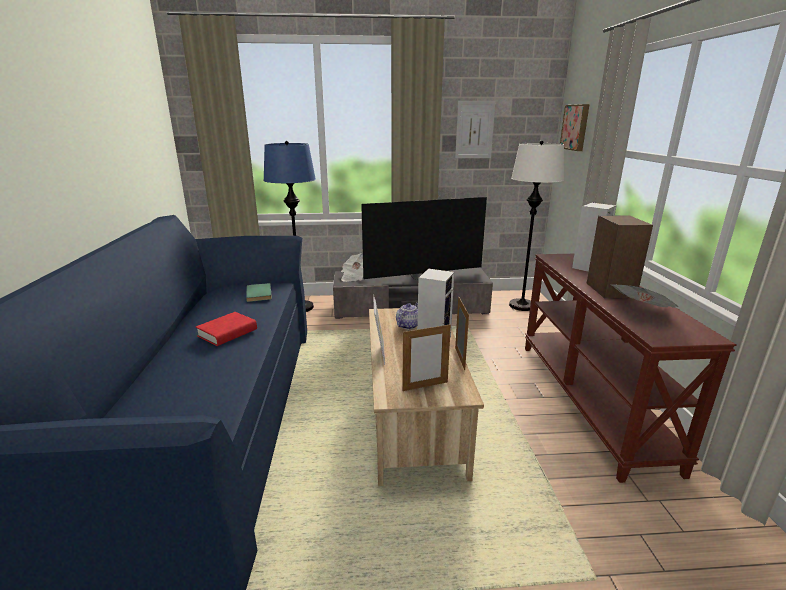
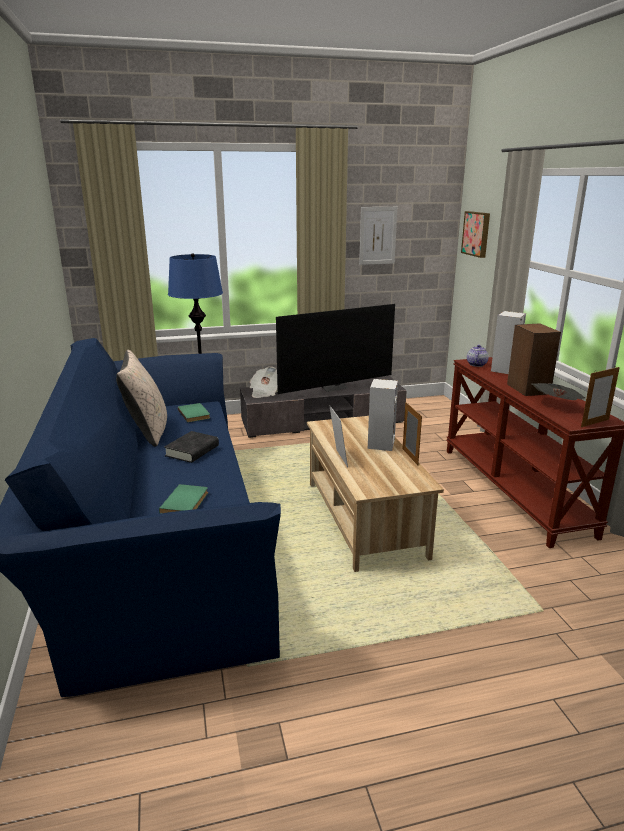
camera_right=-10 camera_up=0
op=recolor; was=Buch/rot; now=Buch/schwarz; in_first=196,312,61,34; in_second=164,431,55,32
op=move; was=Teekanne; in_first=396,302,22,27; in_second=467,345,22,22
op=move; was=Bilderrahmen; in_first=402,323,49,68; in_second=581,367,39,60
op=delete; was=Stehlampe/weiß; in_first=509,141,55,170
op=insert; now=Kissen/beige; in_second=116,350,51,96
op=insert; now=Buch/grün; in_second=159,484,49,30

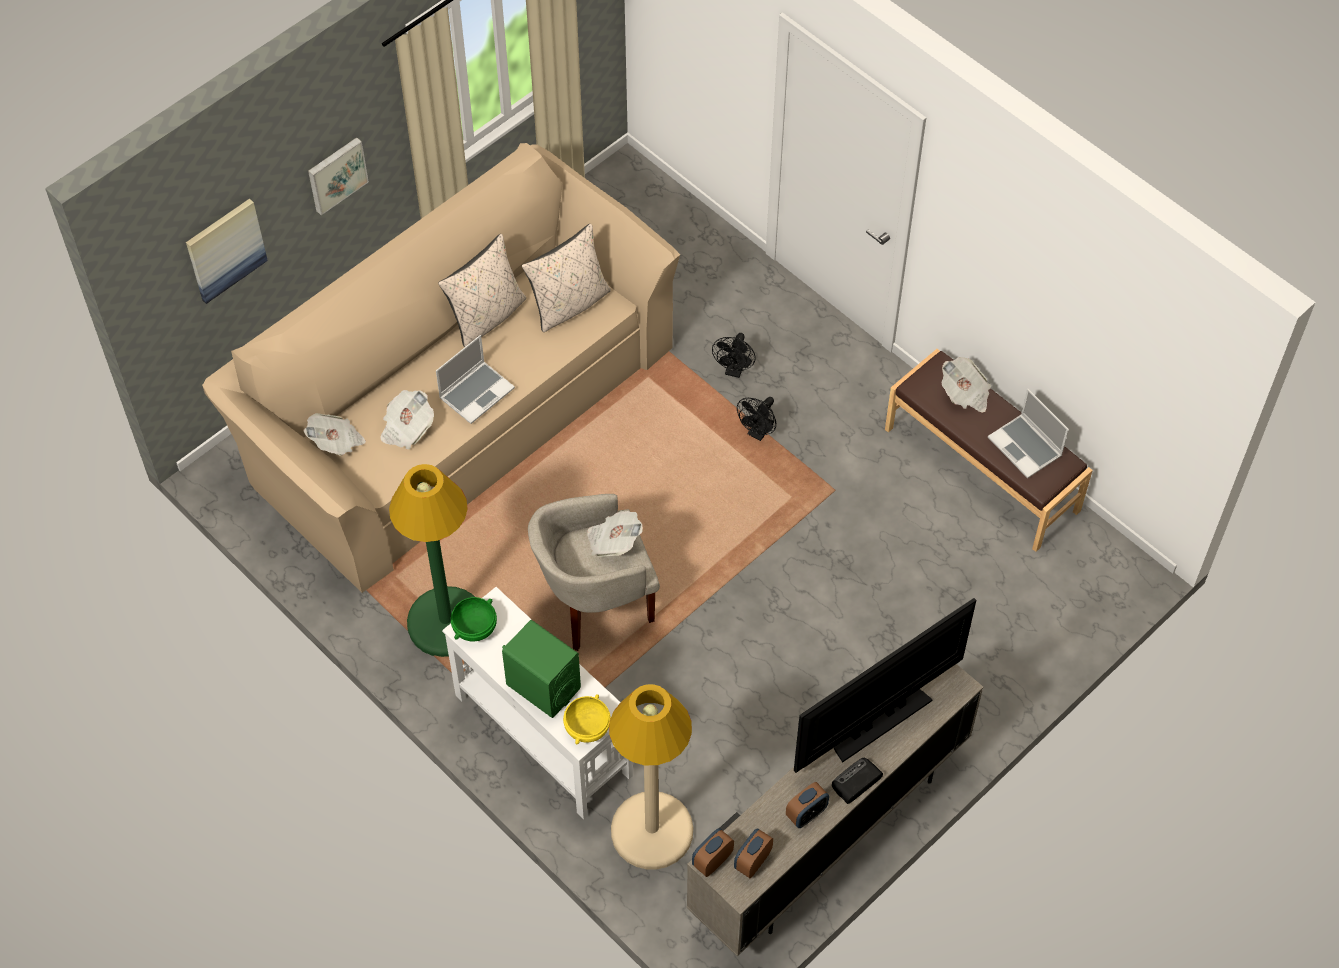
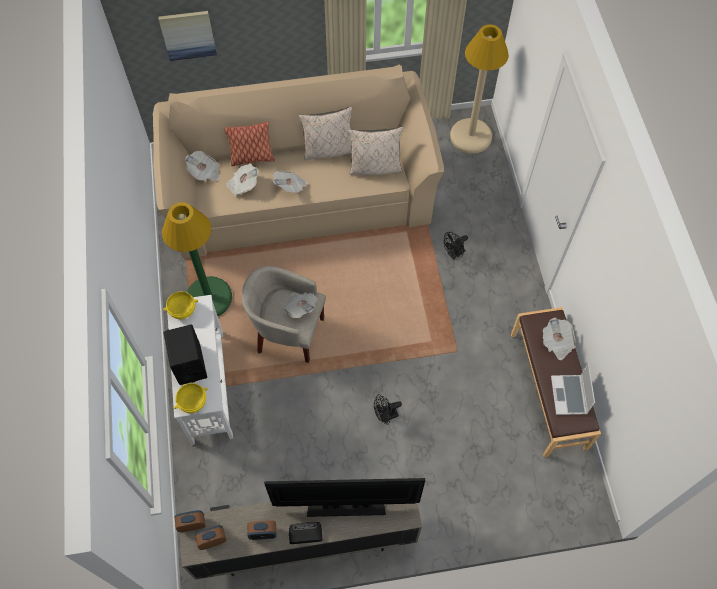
camera_right=35 camera_up=5
op=delete; was=Bild; in_first=308,137,61,78
op=replace; was=Laptop; now=Zeitung; in_first=436,335,79,89; in_second=273,171,35,22
op=recolor; was=Schüssel/grün; now=Schüssel/gelb; in_first=451,597,46,44; in_second=163,291,35,28
op=recolor; was=Lautsprecher/grün; now=Lautsprecher/schwarz; in_first=502,620,79,98; in_second=163,325,44,60
op=move; was=Stehlampe/beige; in_first=609,684,84,186; in_second=450,24,59,130
op=move; was=Ventilator/schwarz; in_first=737,397,39,44; in_second=374,394,28,30
op=insert; now=Kissen; in_second=223,122,52,44

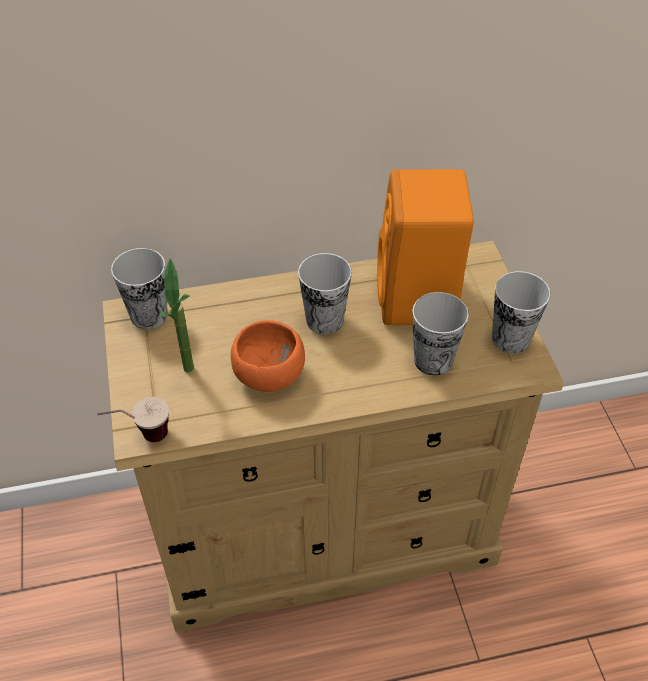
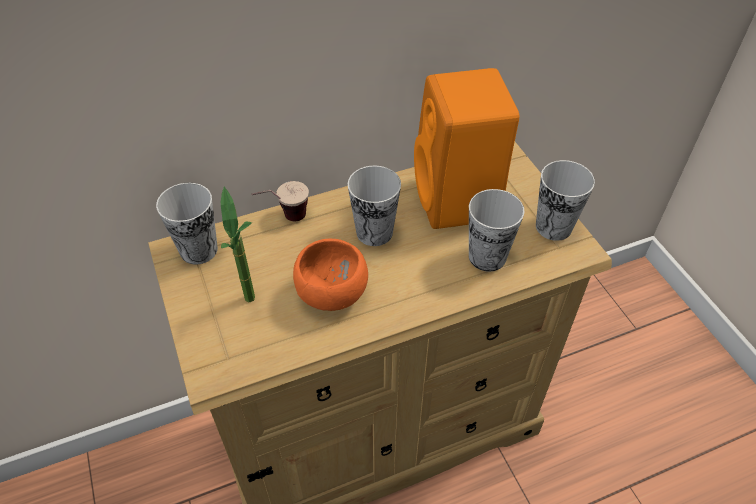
camera_right=-10 camera_up=0
op=move; was=Tasse; in_first=97,397,72,45; in_second=251,181,58,40

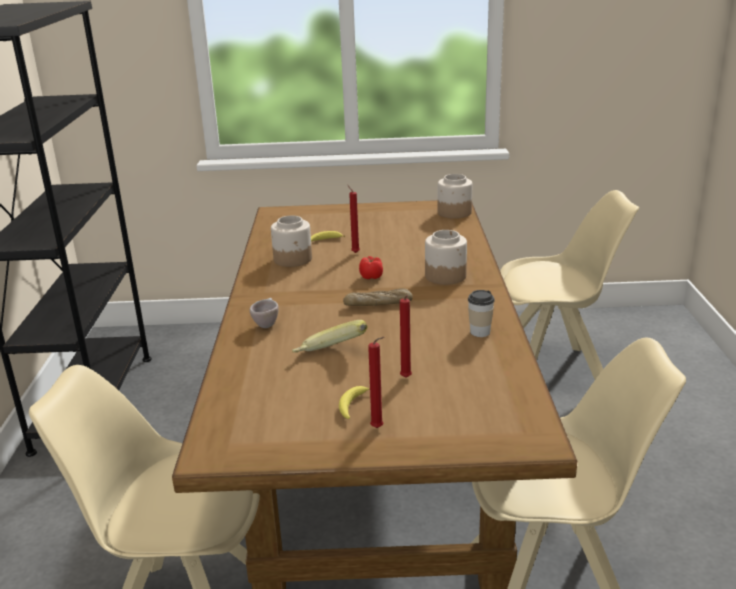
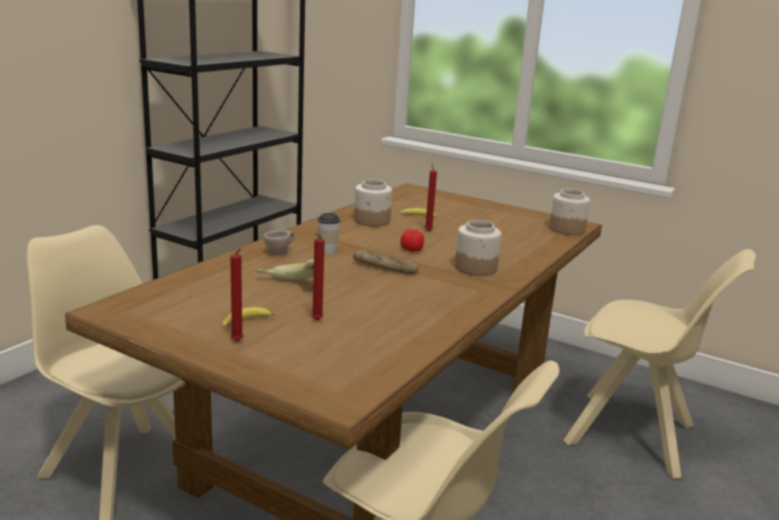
camera_right=30 camera_up=-5
op=move; was=Tasse; in_first=468,290,27,47; in_second=317,213,23,41

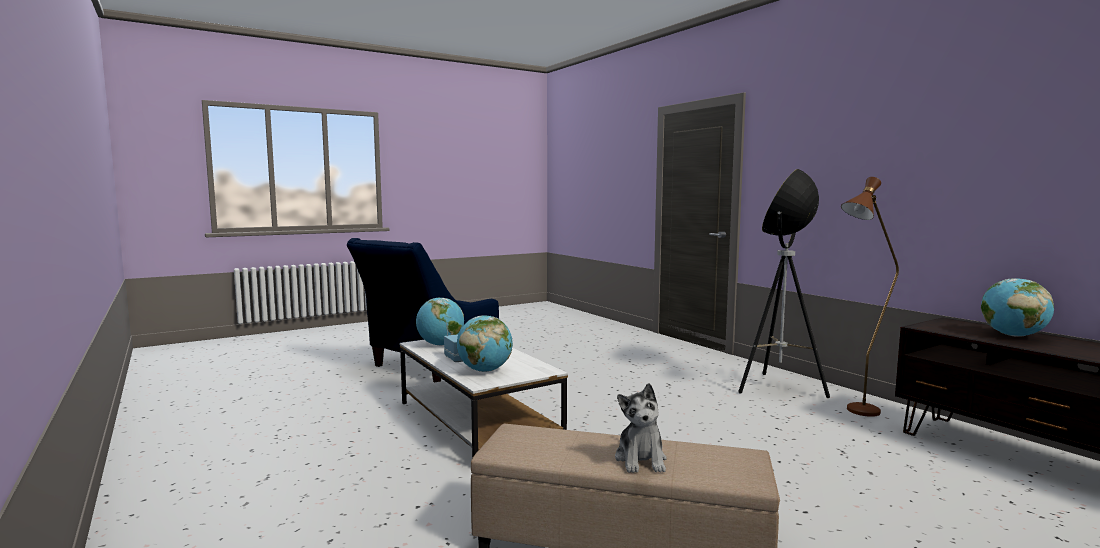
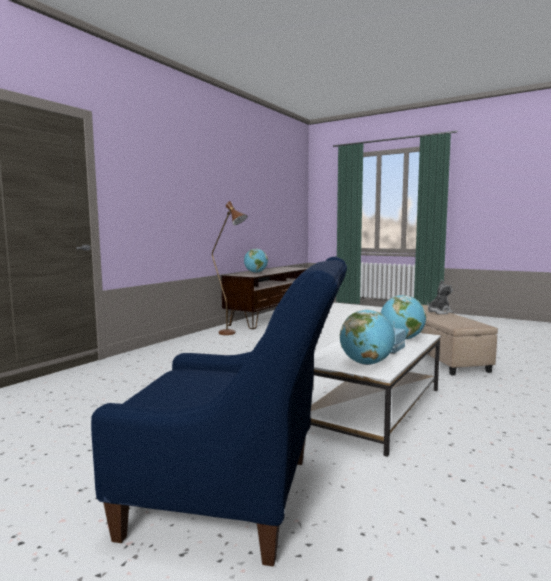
camera_right=-115 camera_up=0
op=delete; was=Stehlampe; in_first=738,169,92,229

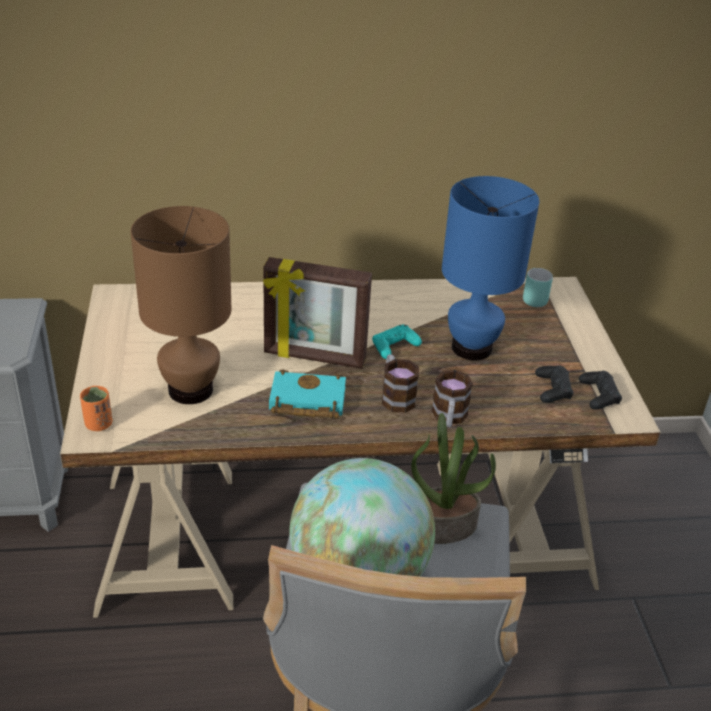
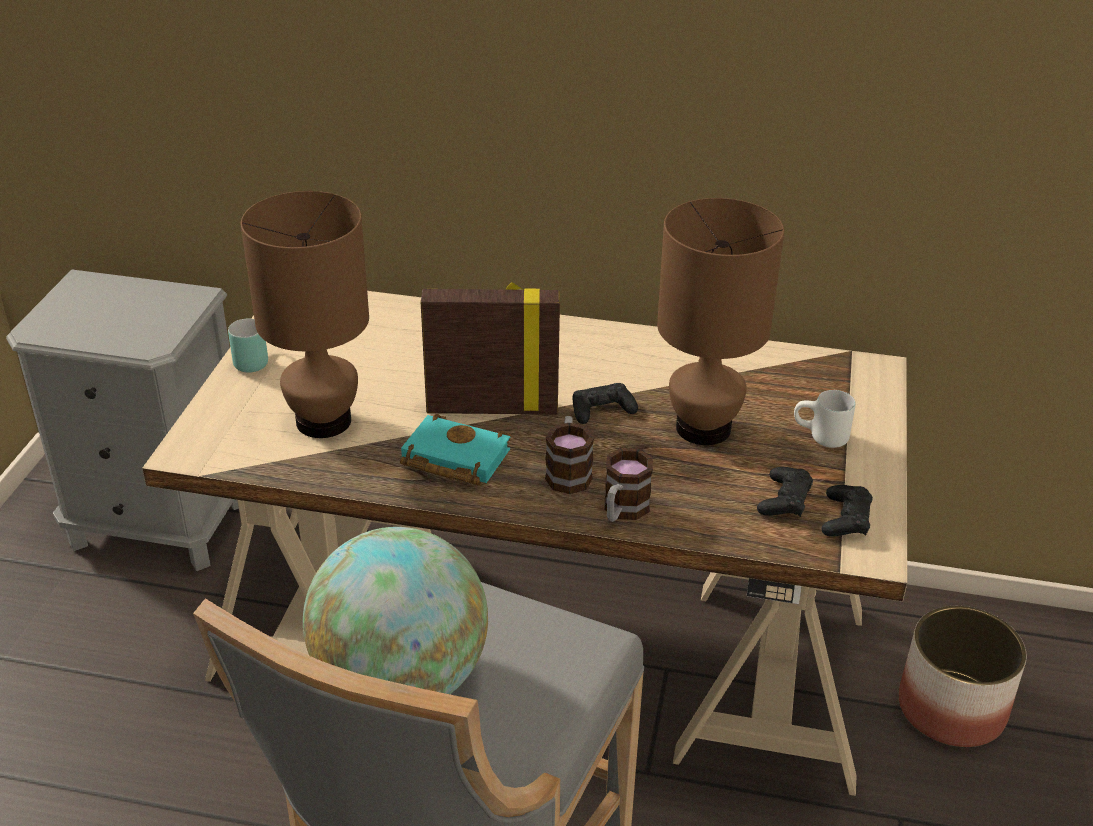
camera_right=20 camera_up=0
op=delete; was=Tasse/orange; in_first=80,386,32,45
op=rotate; was=Bilderrahmen; in_first=263,257,109,112; in_second=421,282,139,133; clockwise=150
op=recolor; was=Gamepad/türkis; now=Gamepad/schwarz; in_first=372,325,50,34; in_second=572,383,66,41
op=delete; was=Topfpflanze; in_first=411,413,85,131
op=recolor; was=Tischlampe/blau; now=Tischlampe/braun; in_first=442,176,97,184; in_second=657,198,127,247
op=move; was=Henkelbecher/türkis; in_first=523,268,30,39; in_second=228,318,40,55
op=insert; now=Henkelbecher/weiß; in_second=794,390,61,58
op=insert; now=Pflanzkübel; in_second=899,606,128,141

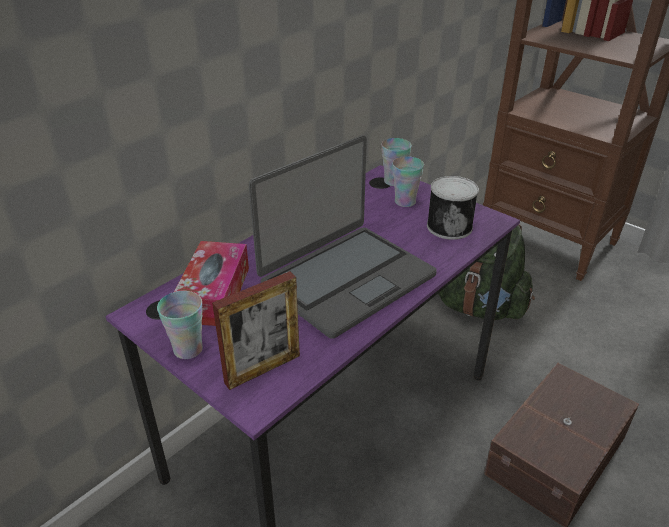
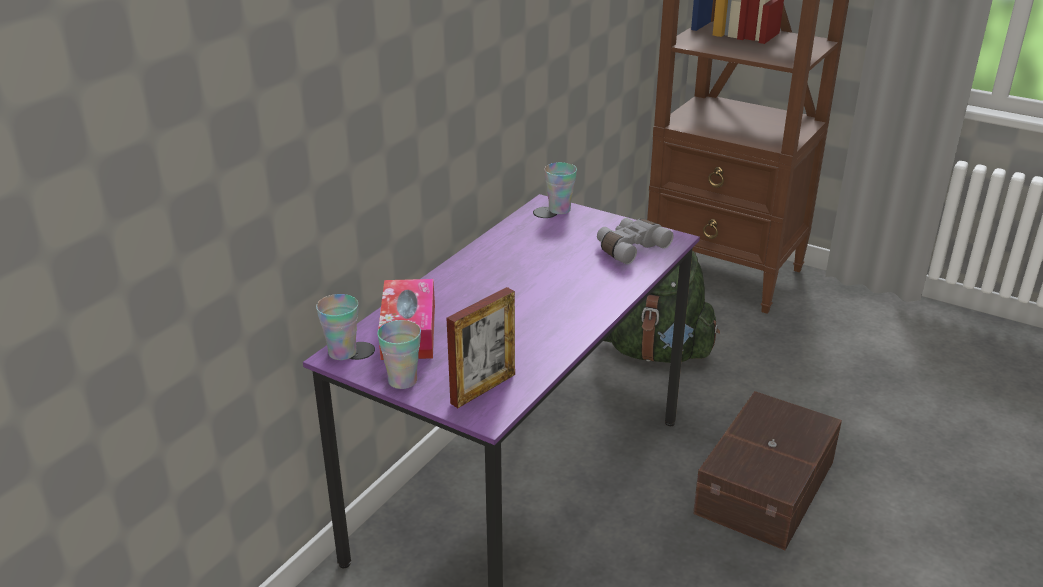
camera_right=-10 camera_up=-5
op=delete; was=Laptop; in_first=249,136,188,203
op=move; was=Tasse; in_first=392,156,32,51; in_second=316,294,42,66
op=replace; was=Dose; now=Fernglas/grau; in_first=427,176,52,64; in_second=597,218,77,46

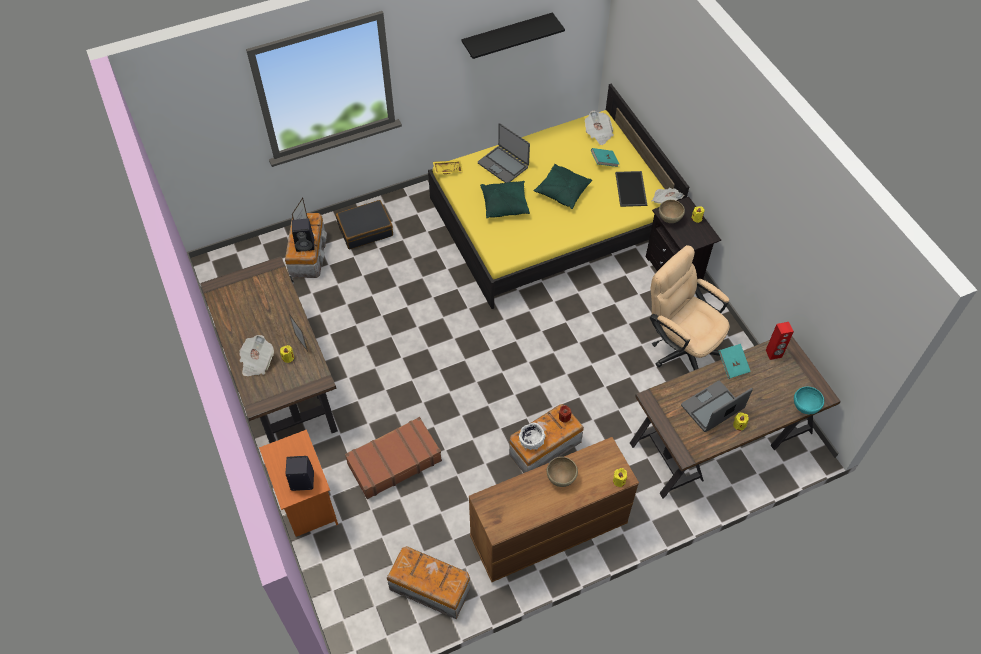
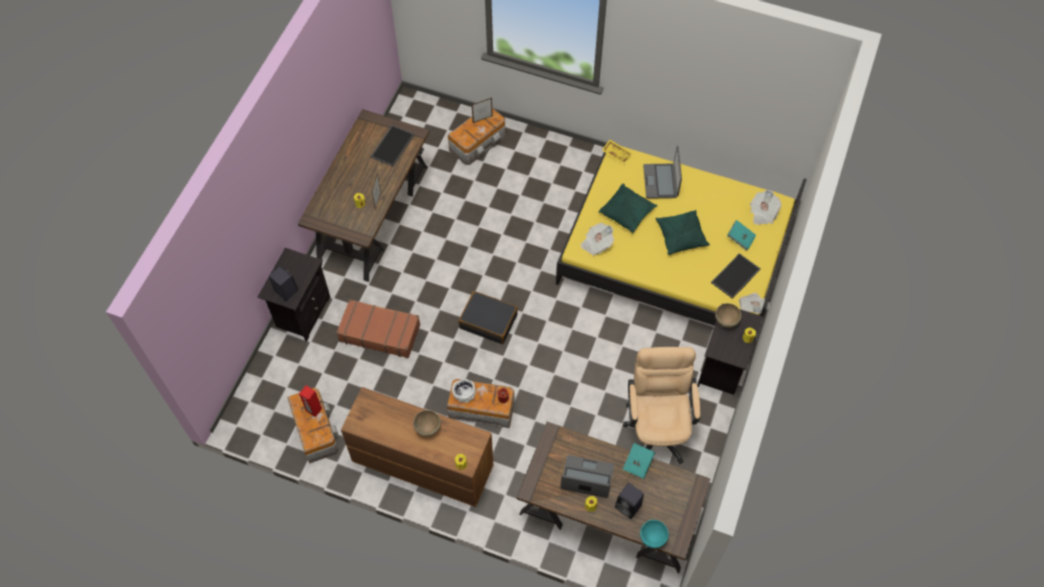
camera_right=45 camera_up=5
op=move; was=Zeitung; in_first=239,335,35,41; in_second=580,223,34,33
op=recolor; was=Nachttisch/orange; now=Nachttisch/schwarz; in_first=259,430,79,107; in_second=258,248,72,94
op=move; was=Lautsprecher/schwarz; in_first=292,218,22,34; in_second=615,483,29,36
op=move; was=Koffer/schwarz; in_first=336,200,57,49; in_second=458,291,60,53
op=delete; was=Wandregal/schwarz; in_first=461,12,104,47
op=move; was=Lautsprecher/rot; in_first=766,322,28,38; in_second=299,386,23,31
op=insert; now=Tablett; in_second=371,125,43,42

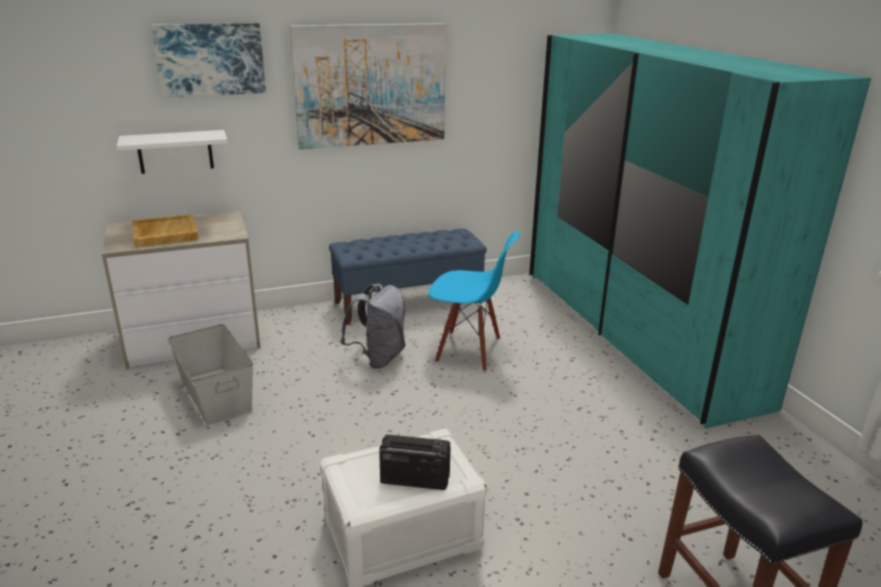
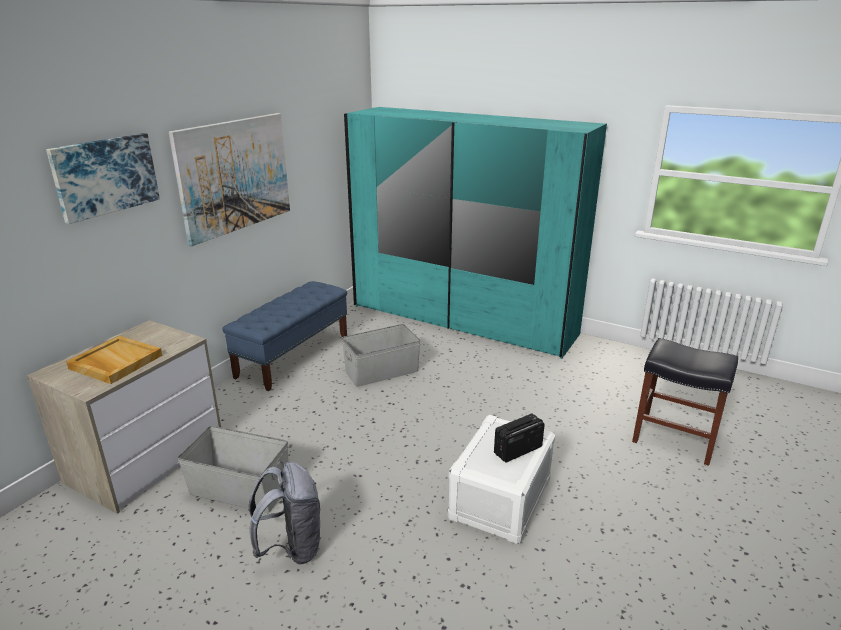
camera_right=-40 camera_up=0
op=delete; was=Wandregal/weiß; in_first=117,130,111,44
op=move; was=Rucksack/grau; in_first=340,284,66,85; in_second=248,462,74,103
op=replace; was=Stuhl/blau; now=Aufbewahrungsbox/grau; in_first=428,231,91,141; in_second=342,324,79,63

